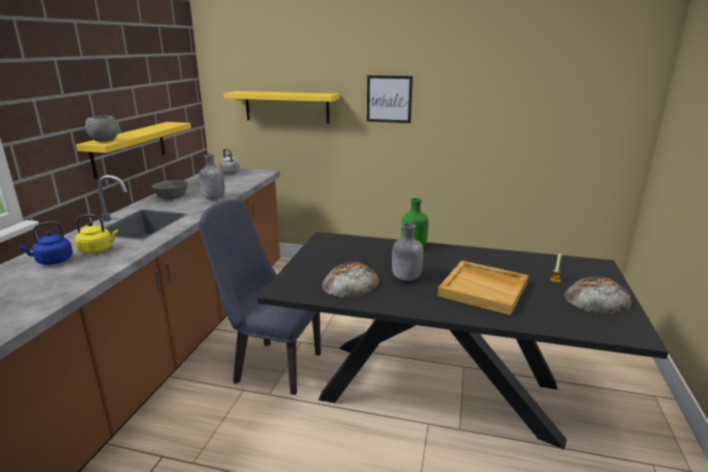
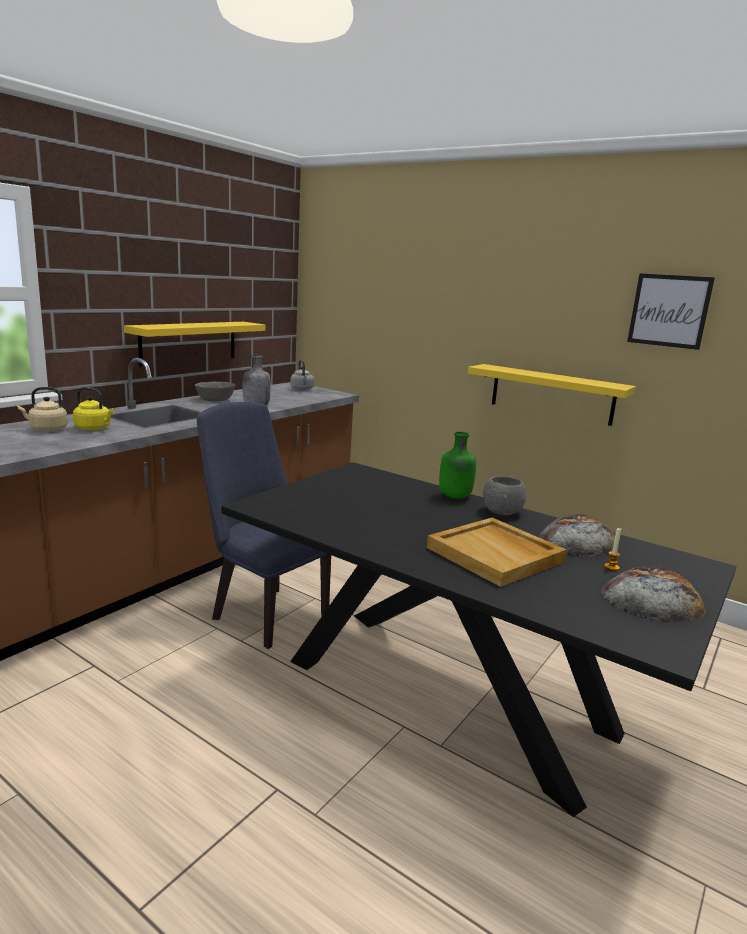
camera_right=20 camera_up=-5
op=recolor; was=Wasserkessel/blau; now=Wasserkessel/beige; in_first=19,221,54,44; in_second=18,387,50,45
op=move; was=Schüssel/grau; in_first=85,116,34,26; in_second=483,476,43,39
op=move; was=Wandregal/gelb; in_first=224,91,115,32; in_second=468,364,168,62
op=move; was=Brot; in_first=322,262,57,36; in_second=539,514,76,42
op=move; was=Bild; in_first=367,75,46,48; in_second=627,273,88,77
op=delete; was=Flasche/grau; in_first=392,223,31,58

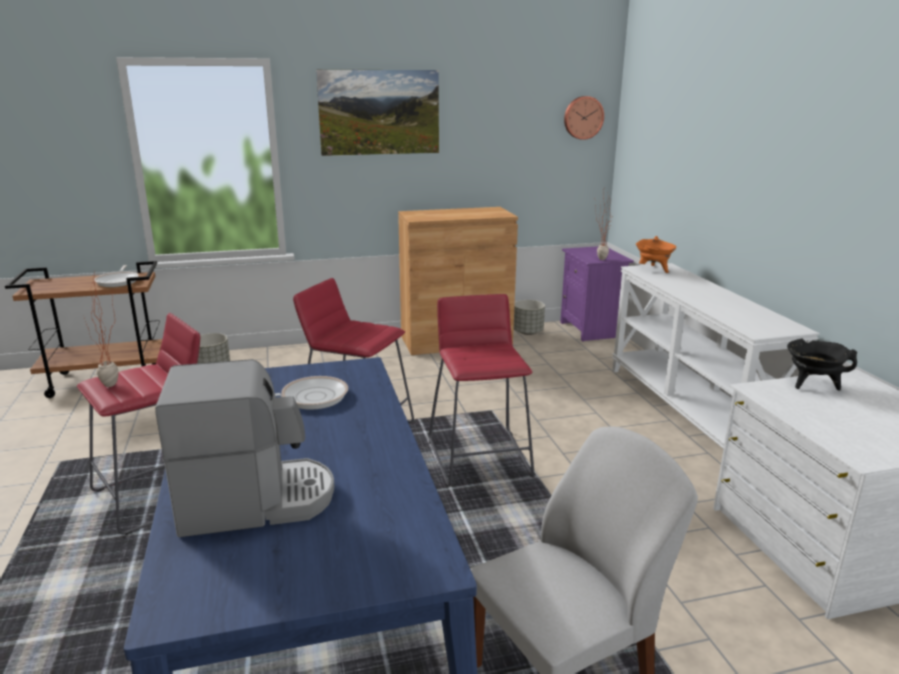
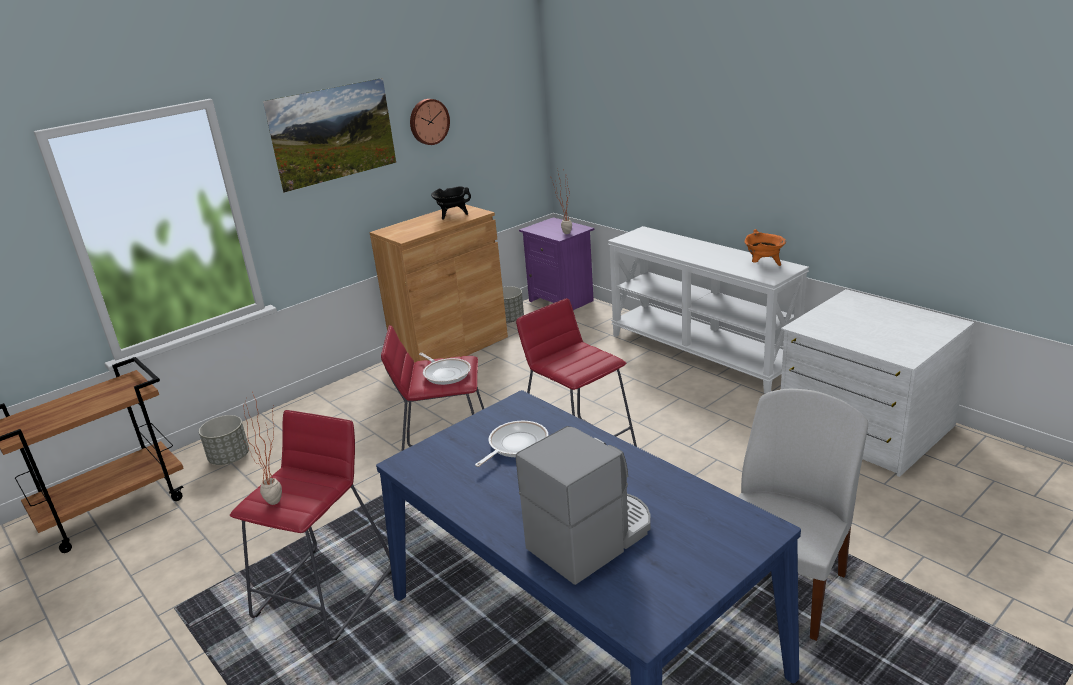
camera_right=-25 camera_up=5
op=move; was=Pfanne; in_first=94,265,45,22; in_second=419,353,52,32
op=move; was=Wanduhr; in_first=564,96,40,44; in_second=410,99,40,46
op=move; was=Kochtopf/orange; in_first=636,236,40,37; in_second=745,229,41,37
op=move; was=Kochtopf/schwarz; in_first=787,339,70,52; in_second=431,186,40,34

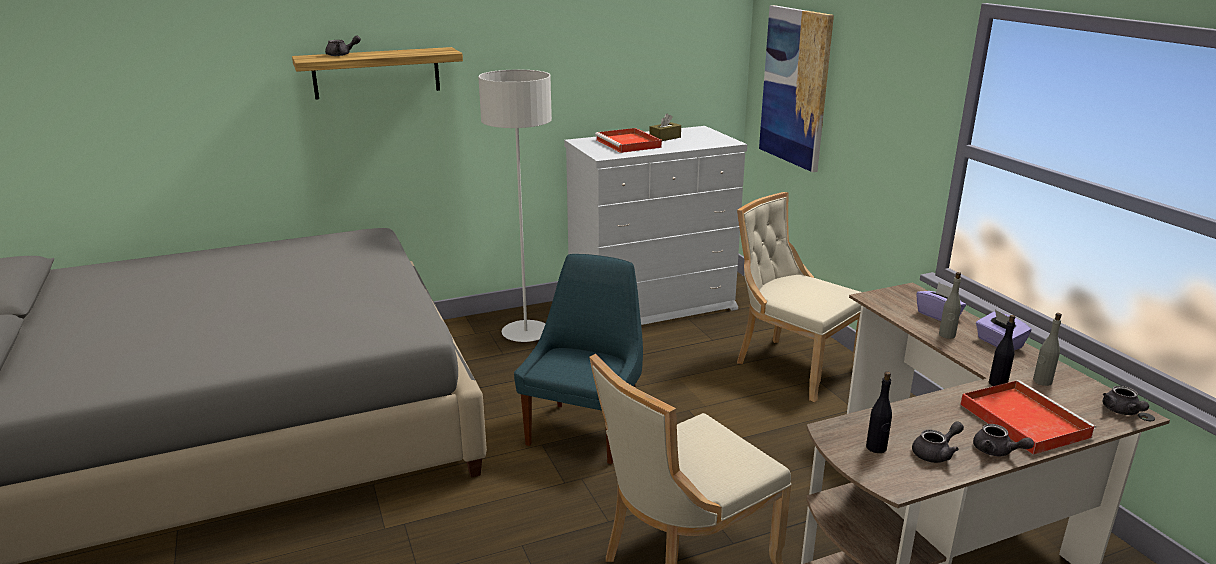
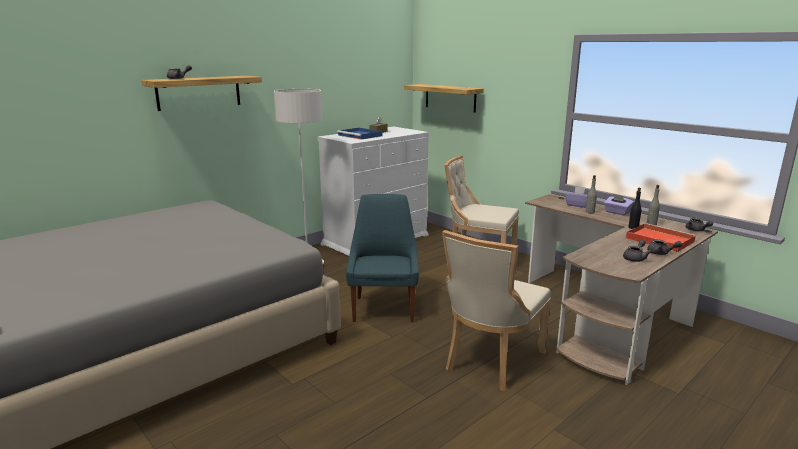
camera_right=-20 camera_up=-5
op=recolor; was=Tablett/rot; now=Tablett/blau; in_first=595,128,67,25; in_second=337,128,45,12
op=replace; was=Bild; now=Wandregal; in_first=759,5,75,167; in_second=404,84,80,29
op=delete; was=Flasche/schwarz; in_first=866,372,26,81

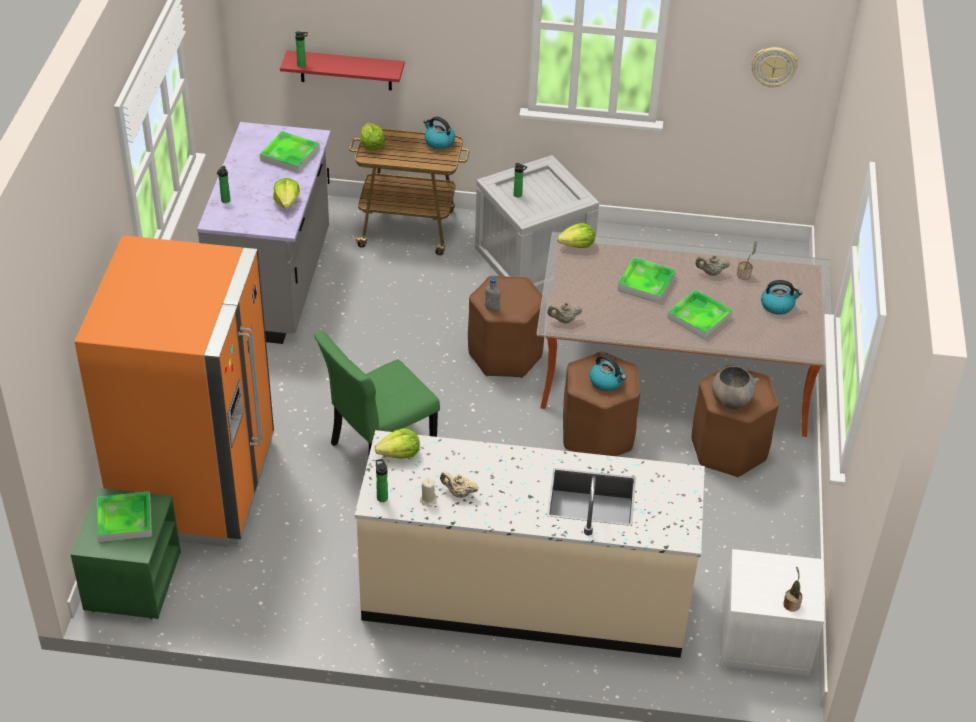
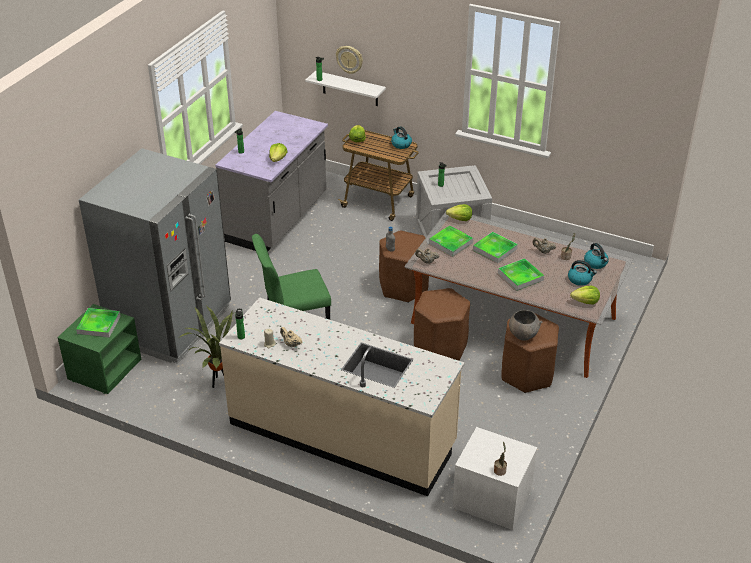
camera_right=20 camera_up=-5
op=recolor; was=Kühlschrank/orange; now=Kühlschrank/grau; in_first=74,235,200,312; in_second=79,148,152,216
op=move; was=Tablett; in_first=260,131,60,42; in_second=429,225,44,32
op=recolor; was=Wandregal/rot; now=Wandregal/weiß; in_first=280,50,125,40; in_second=305,71,81,35
op=move; was=Salatkopf; in_first=375,428,45,31; in_second=570,286,30,19
op=move; was=Wasserkessel; in_first=589,354,37,37; in_second=584,243,25,26
op=move; was=Wanduhr; in_first=751,47,47,41; in_second=336,46,27,28
op=insert; now=Topfpflanze; in_second=178,306,55,82

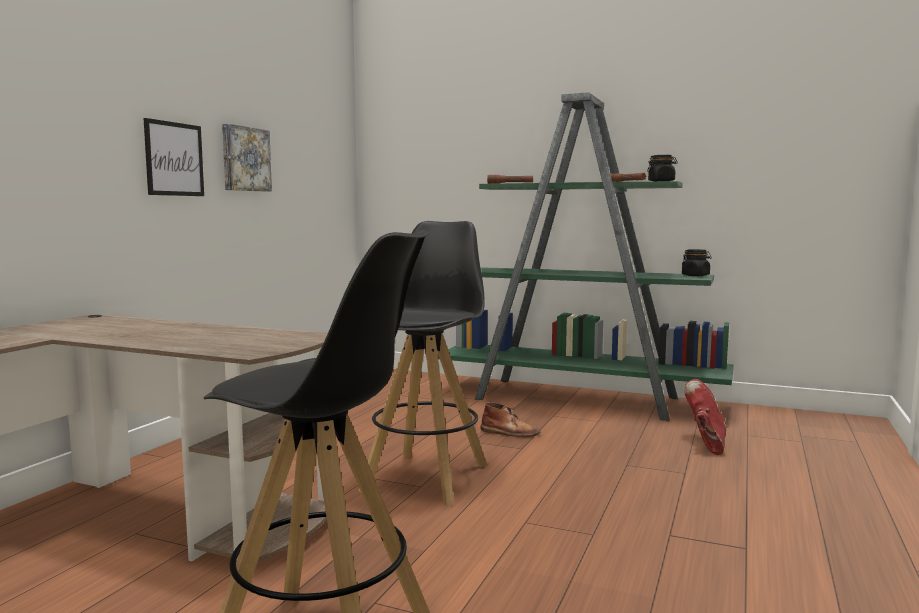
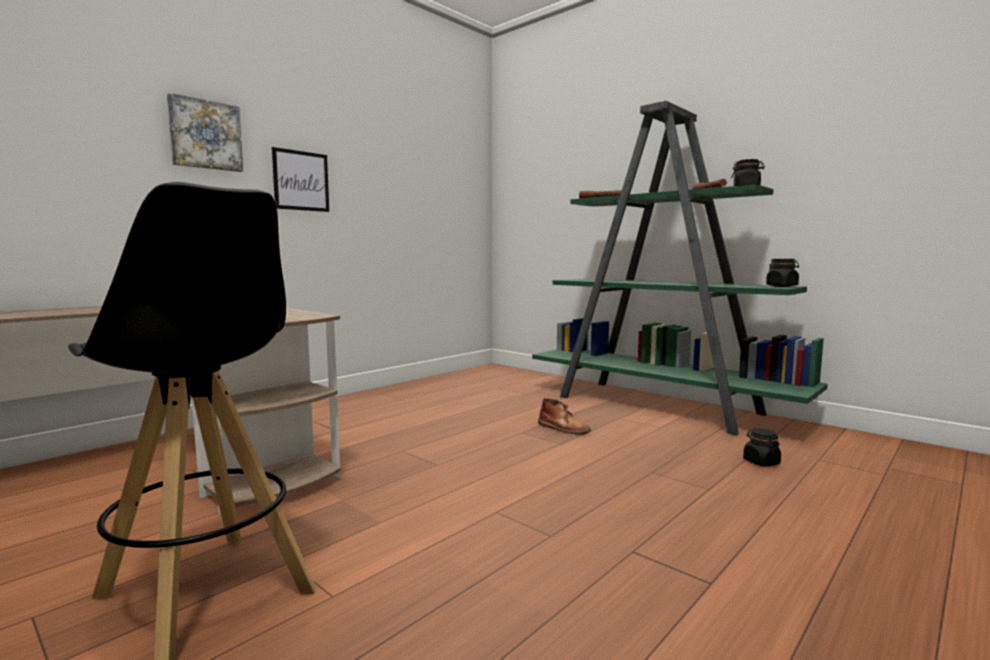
camera_right=20 camera_up=0
op=move; was=Bild; in_first=222,124,50,68; in_second=167,93,76,79
op=delete; was=Hocker/schwarz; in_first=359,221,128,285
op=replace; was=Stiefel/rot; now=Vorratsglas/schwarz; in_first=684,379,42,76; in_second=743,428,38,39

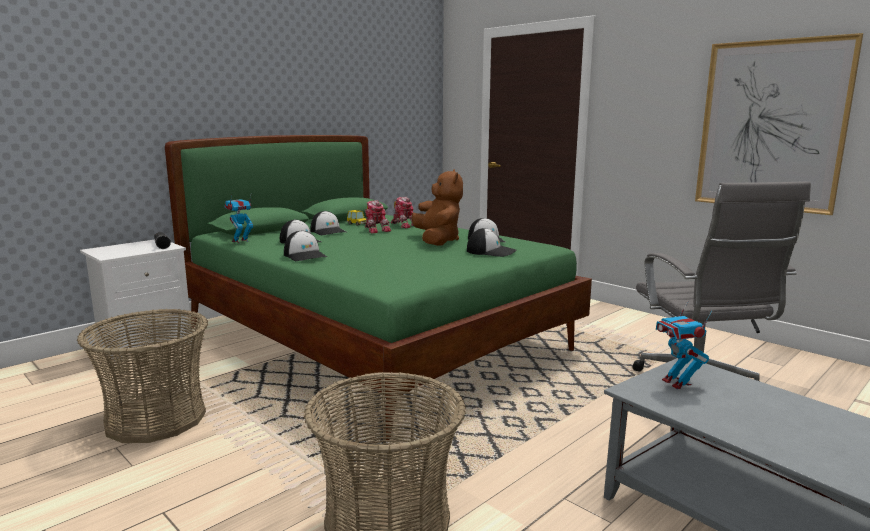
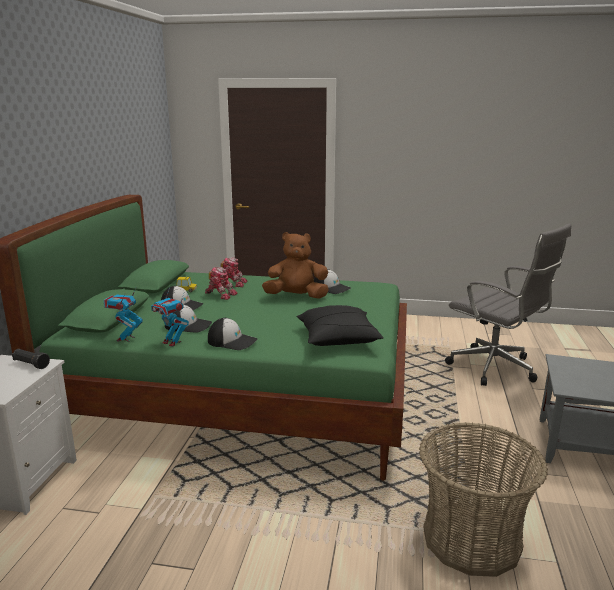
camera_right=-35 camera_up=5
op=delete; was=Korb; in_first=77,309,131,134
op=rotate; was=Plüschtier/braun; in_first=412,169,51,77; in_second=262,232,67,67; clockwise=-45
op=delete; was=Kappe; in_first=467,228,49,29
op=move; was=Spielzeugroboter; in_first=656,301,56,88; in_second=151,287,38,60
op=delete; was=Bild; in_first=695,33,168,182
op=insert; now=Kissen/schwarz; in_second=296,305,88,41

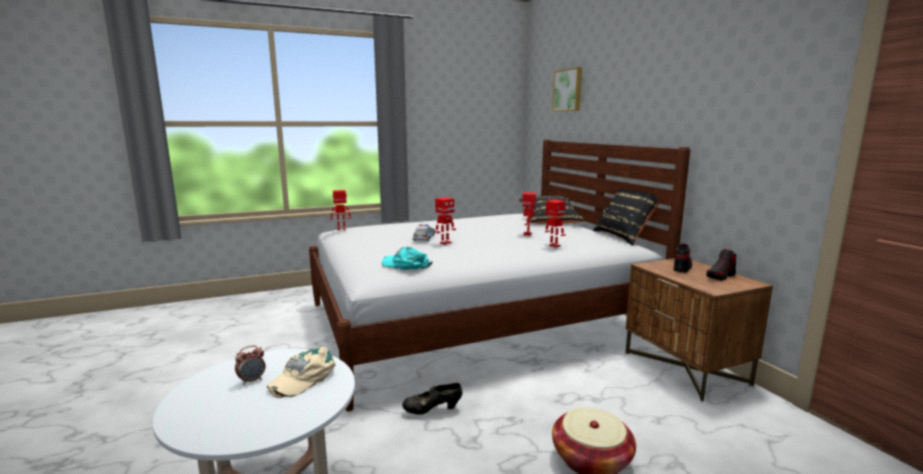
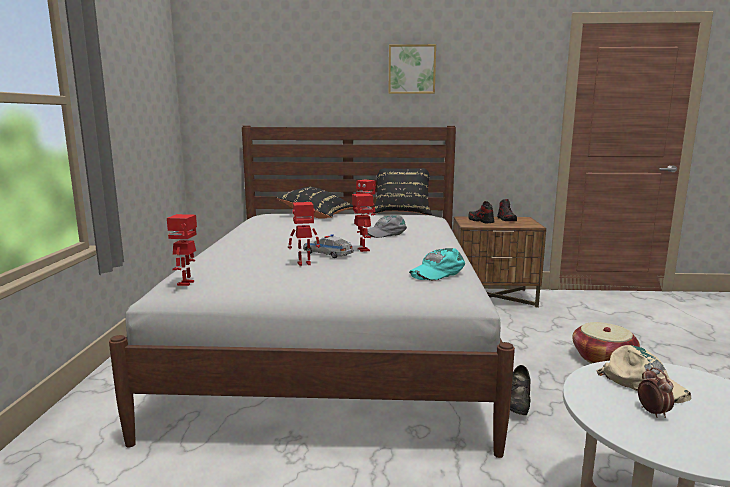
camera_right=-65 camera_up=0
op=move; was=Spielzeugroboter; in_first=545,200,21,47; in_second=288,202,32,64
op=move; was=Bild; in_first=552,67,30,45; in_second=388,44,48,50
op=insert; now=Kappe/grau; in_second=365,215,42,23

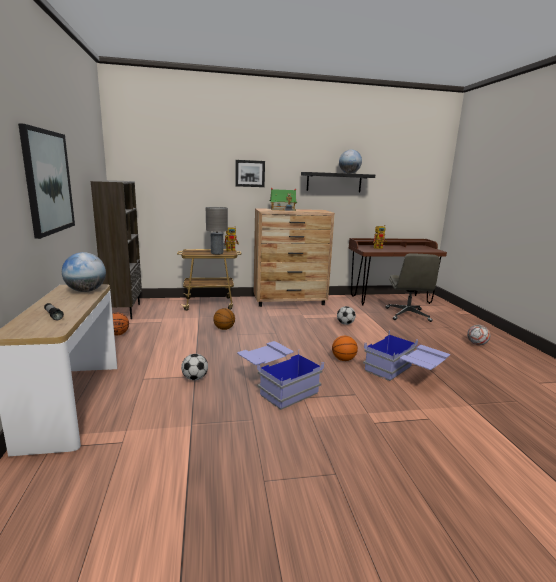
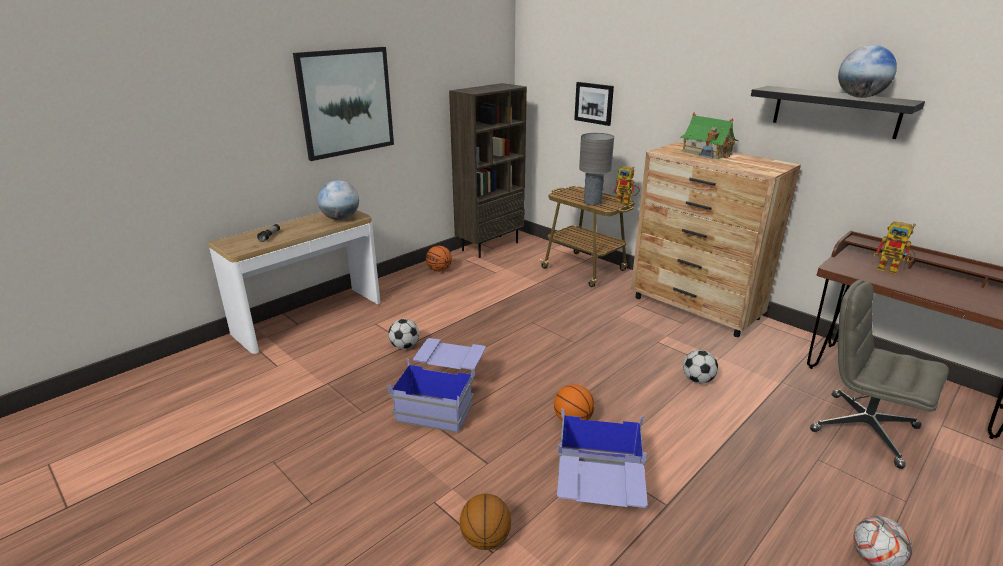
camera_right=55 camera_up=10
op=move; was=Basketball; in_first=213,308,22,22; in_second=460,494,51,56
op=move; was=Bild; in_first=235,160,30,27; in_second=574,82,40,44
op=rotate; was=Bürostuhl/grau; in_first=386,253,54,69; in_second=810,280,139,189; clockwise=75

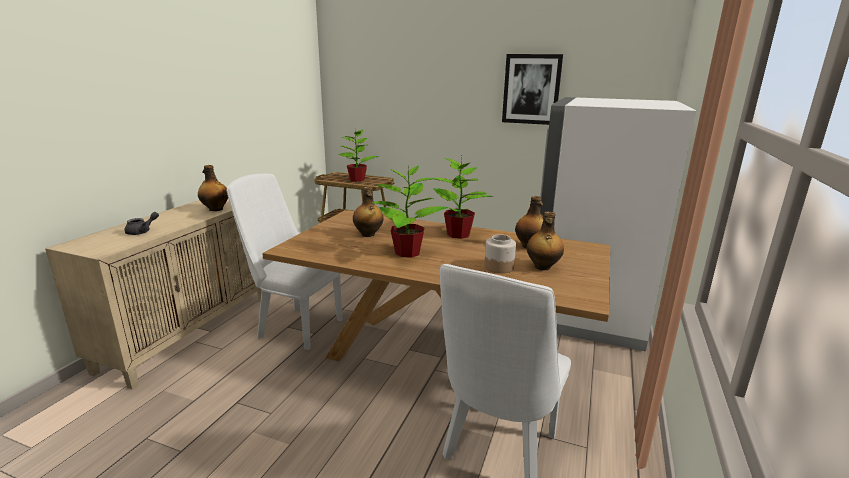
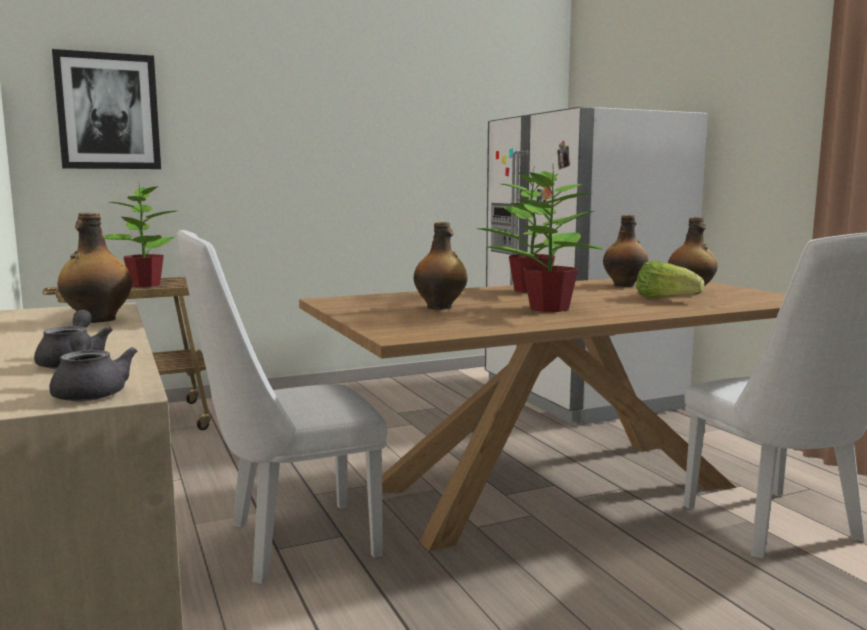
camera_right=-45 camera_up=-10
op=replace; was=Vorratsglas; now=Salatkopf; in_first=484,235,32,39; in_second=636,260,68,38
op=move; was=Bild; in_first=502,54,61,71; in_second=52,49,109,120
op=insert; now=Teekanne/grau; in_second=49,331,88,70

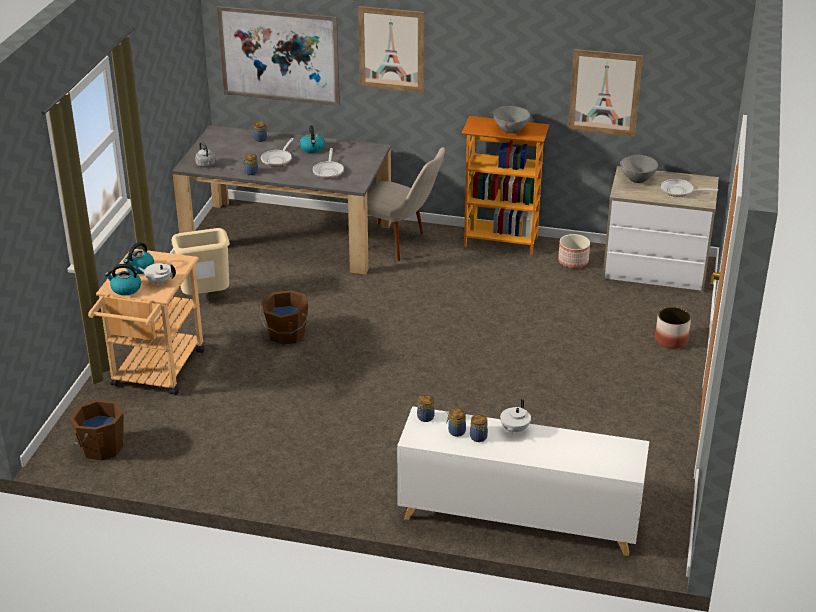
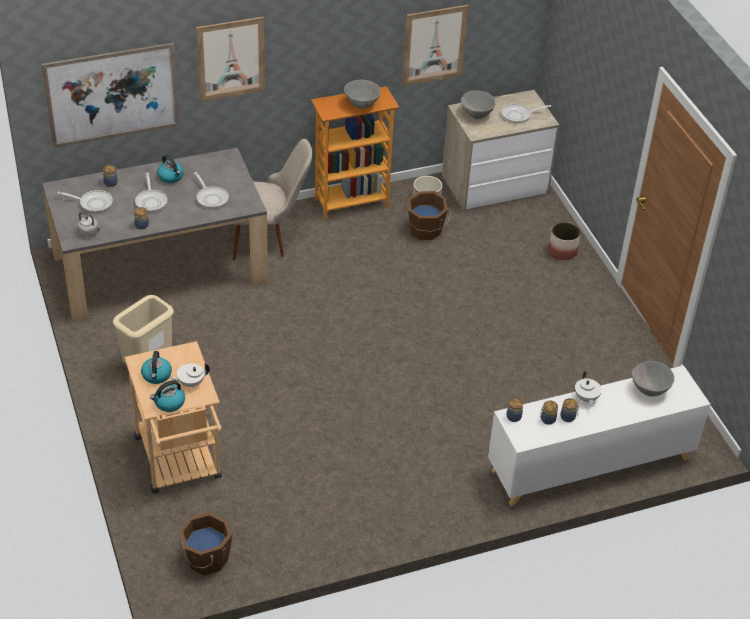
camera_right=-35 camera_up=10
op=move; was=Eimer/braun; in_first=260,290,48,55; in_second=403,191,48,49
op=insert; now=Pfanne; in_second=57,190,56,22
op=insert; now=Schüssel/grau; in_second=632,361,42,35

